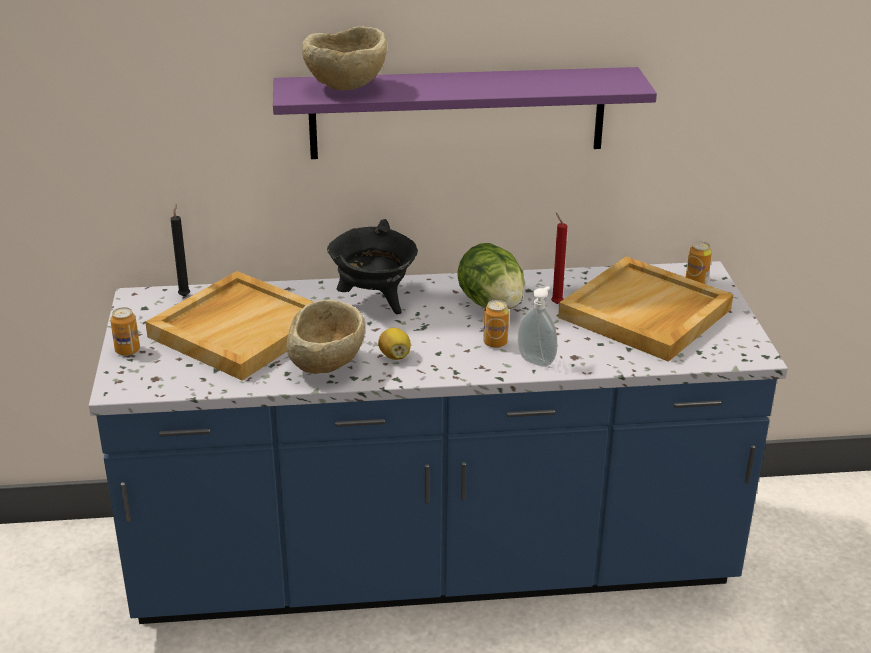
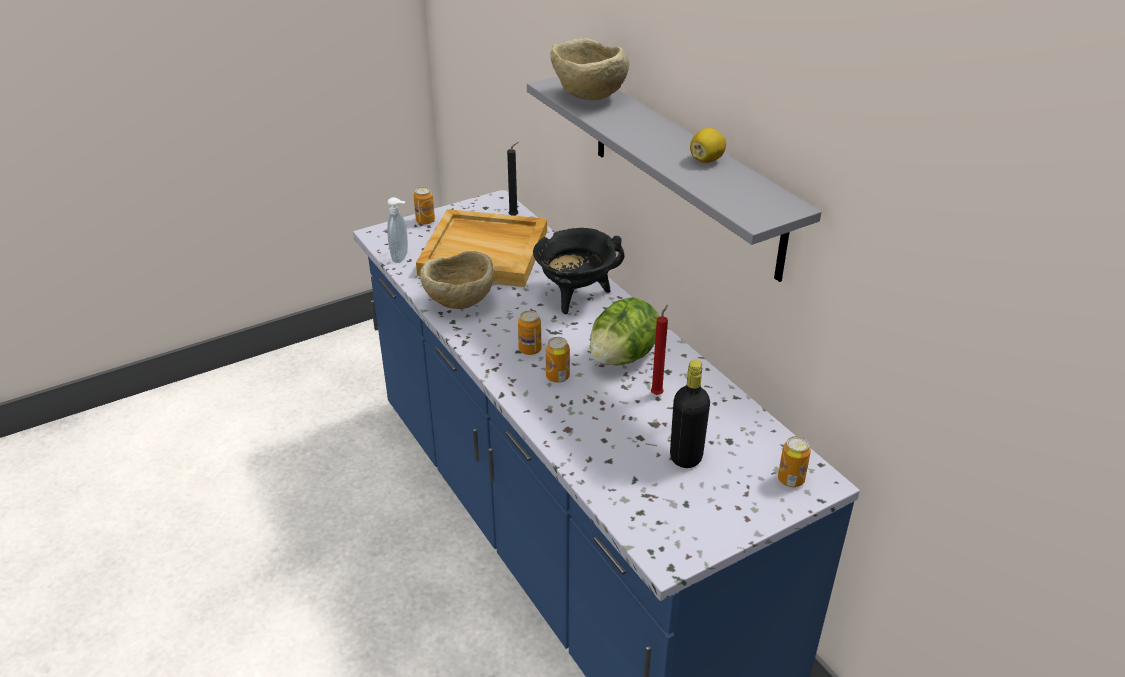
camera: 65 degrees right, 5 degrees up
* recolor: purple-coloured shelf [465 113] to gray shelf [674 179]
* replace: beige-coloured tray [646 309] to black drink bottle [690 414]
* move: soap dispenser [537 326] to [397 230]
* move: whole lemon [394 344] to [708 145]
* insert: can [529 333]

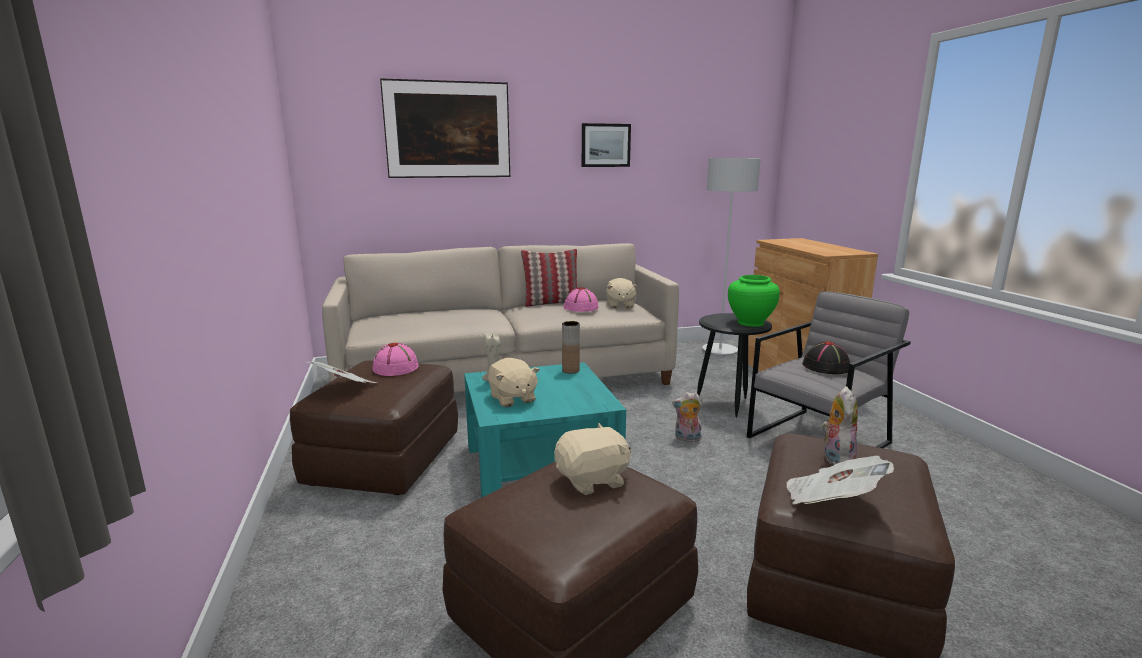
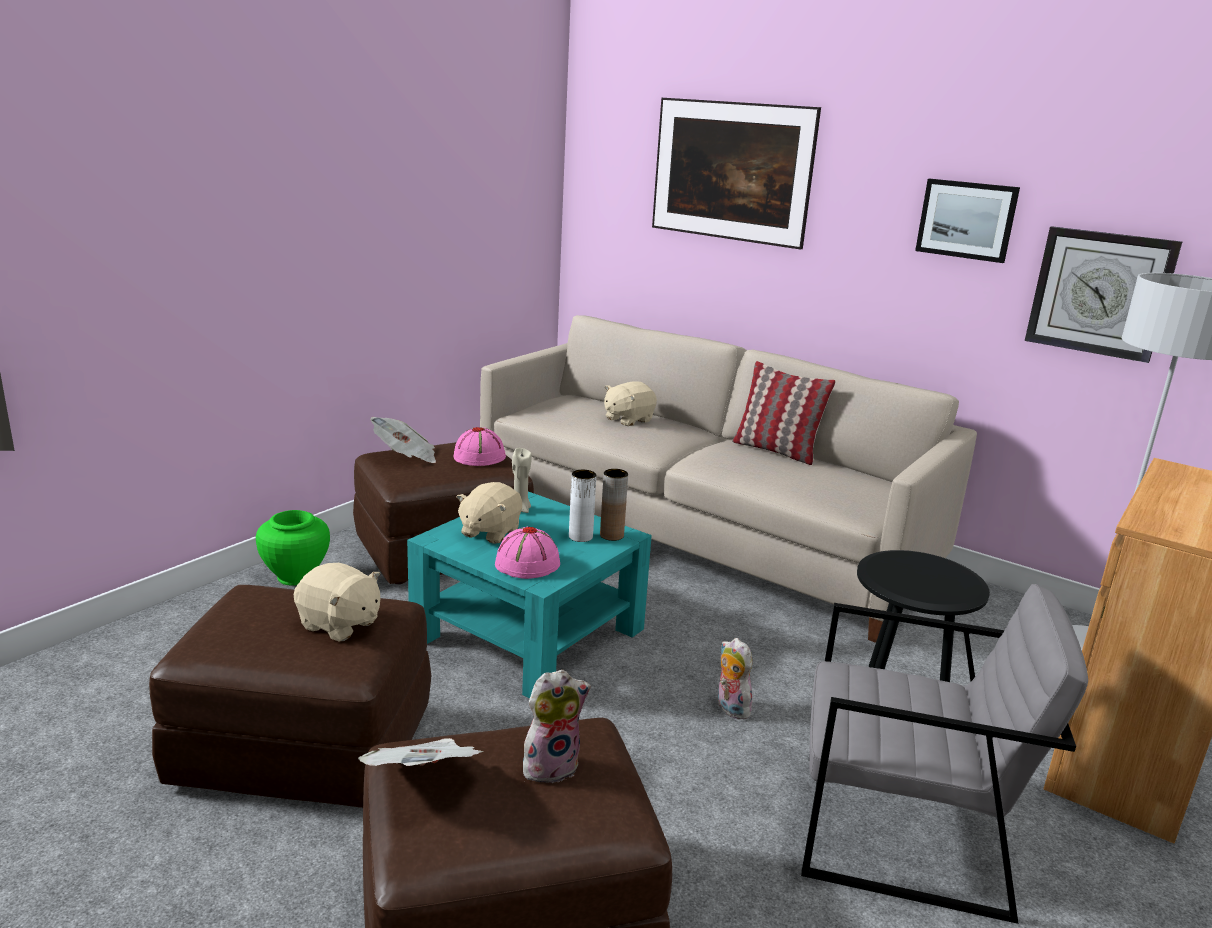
camera: 50 degrees right, 5 degrees up
* move: green-coloured vase [754 301] to [293 548]
* move: beige-coloured cuddly toy [622 293] to [630 403]
* move: pink hat [581 299] to [527 553]
* delete: black hat [826 358]
* insert: wall clock [1103 294]
* insert: whitish vase [582 506]

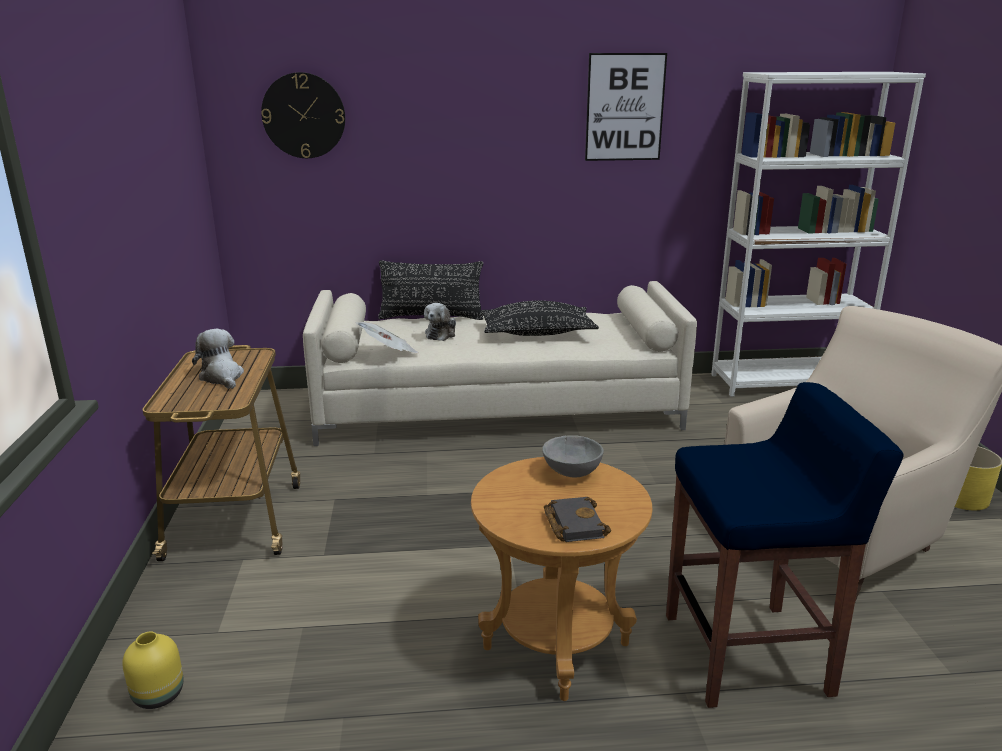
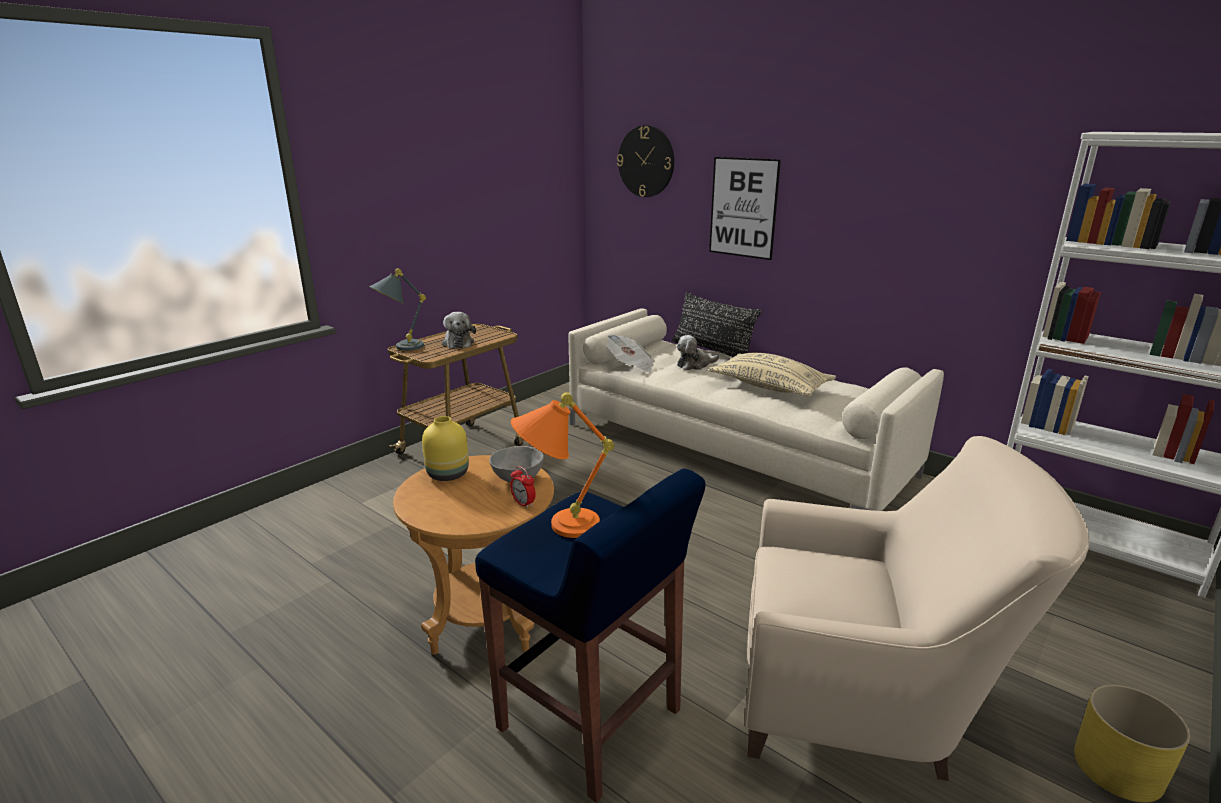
camera: 45 degrees right, 0 degrees up
* move: wall picture [626 107] to [745 208]
* recolor: black throw pillow [540 318] to beige-coloured throw pillow [772 375]
* rotate: cuddly toy [218 359] = [459 330] 150 degrees clockwise
* delete: black book [577 519]
* move: yellowish vase [153 670] to [445 448]
* insert: gray lamp for a table [397 309]
* insert: orangey lamp for a table [562 465]
* insert: bedside clock [523 487]

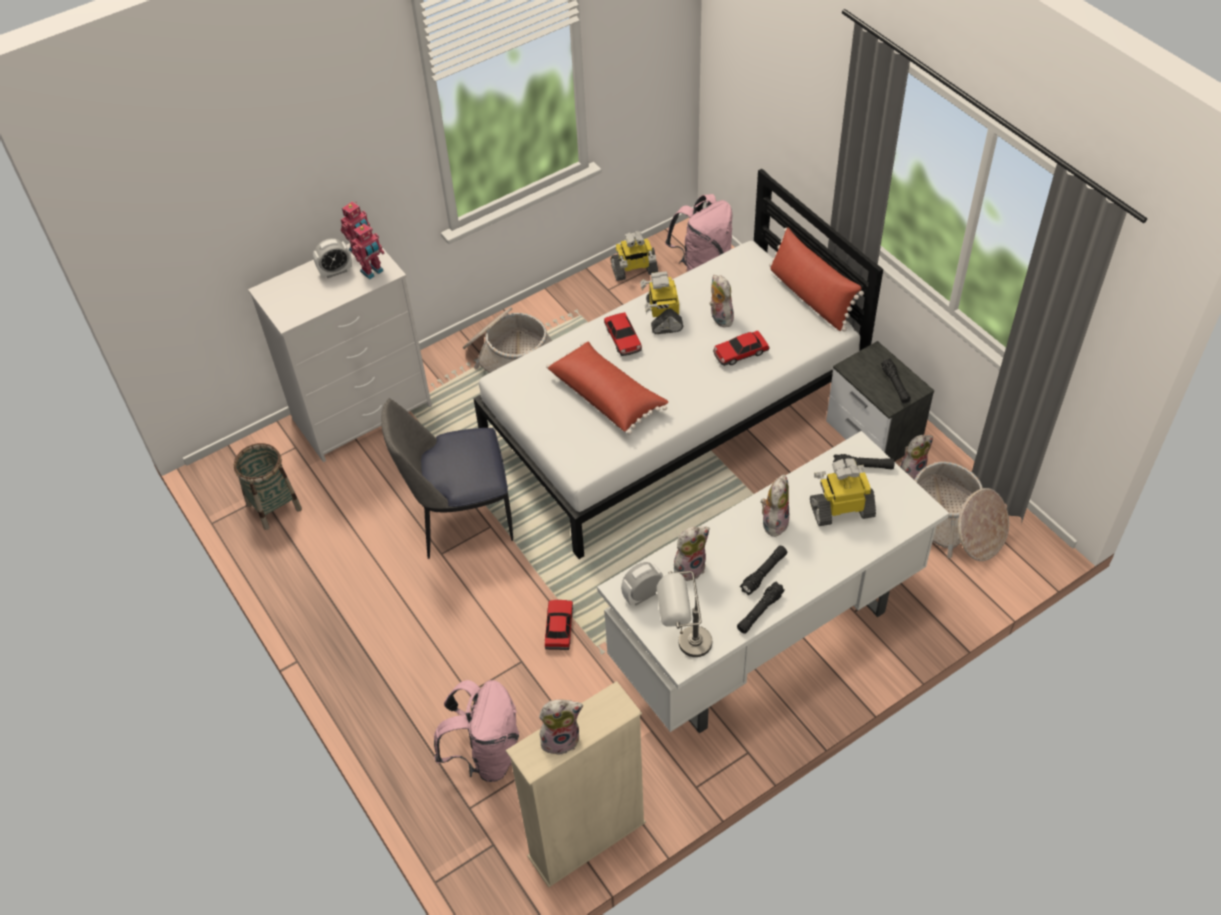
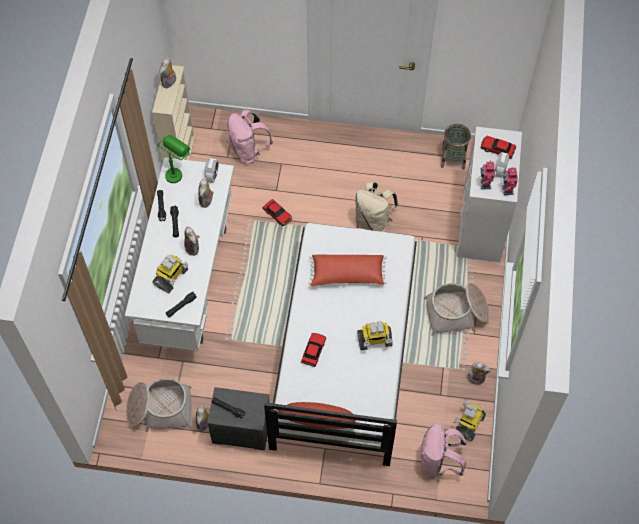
camera: 130 degrees right, 10 degrees up
* rotate: toy robot [661 302] = [375 336] 135 degrees clockwise
* move: cuddly toy [721 301] to [479 374]
* move: miniature car [623 334] to [498 147]
* replace: chair [447 479] to beige-coloured rucksack [376 207]
* recolor: gray lamp for a table [684 614] to green-coloured lamp for a table [174 159]

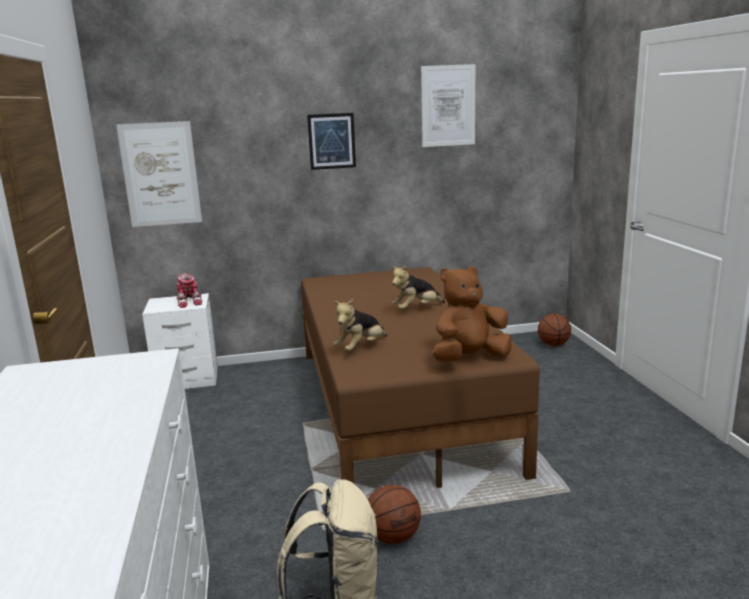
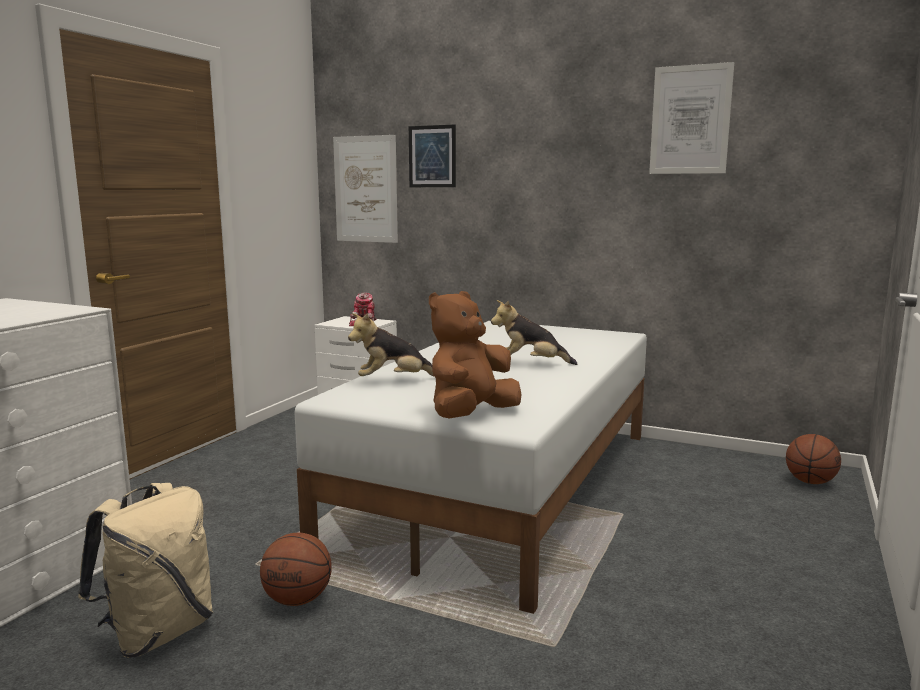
camera: 35 degrees right, 5 degrees down
* move: wall picture [331 141] to [432 156]
* rotate: brown cuddly toy [472 314] = [475 355] 60 degrees counterclockwise
* recolor: brown bed [420 377] to whitish bed [471 467]

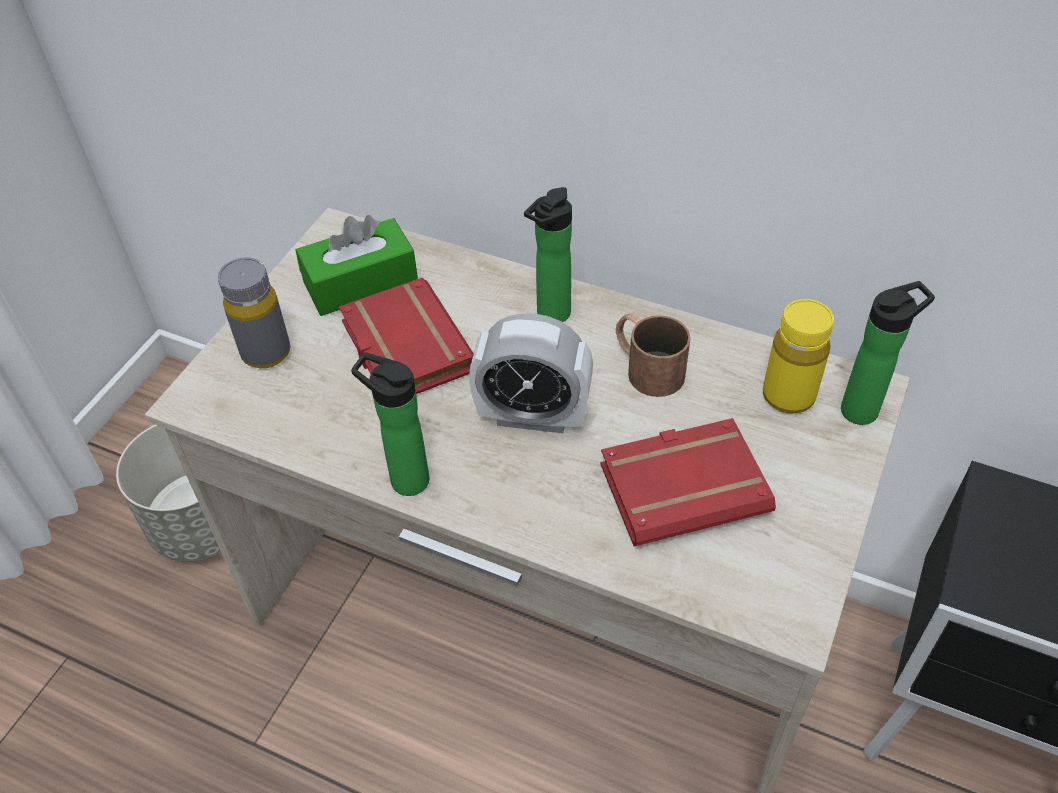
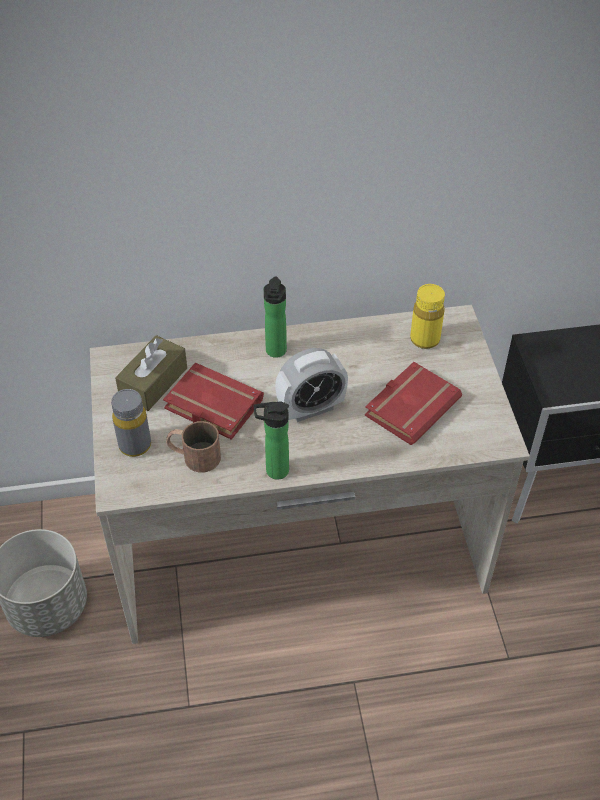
camera: 35 degrees left, 0 degrees up
* recolor: green-coloured tissue box [356 265] to brown tissue box [151 373]
* delete: drink bottle [888 353]
* move: brown mug [653 355] to [193 447]

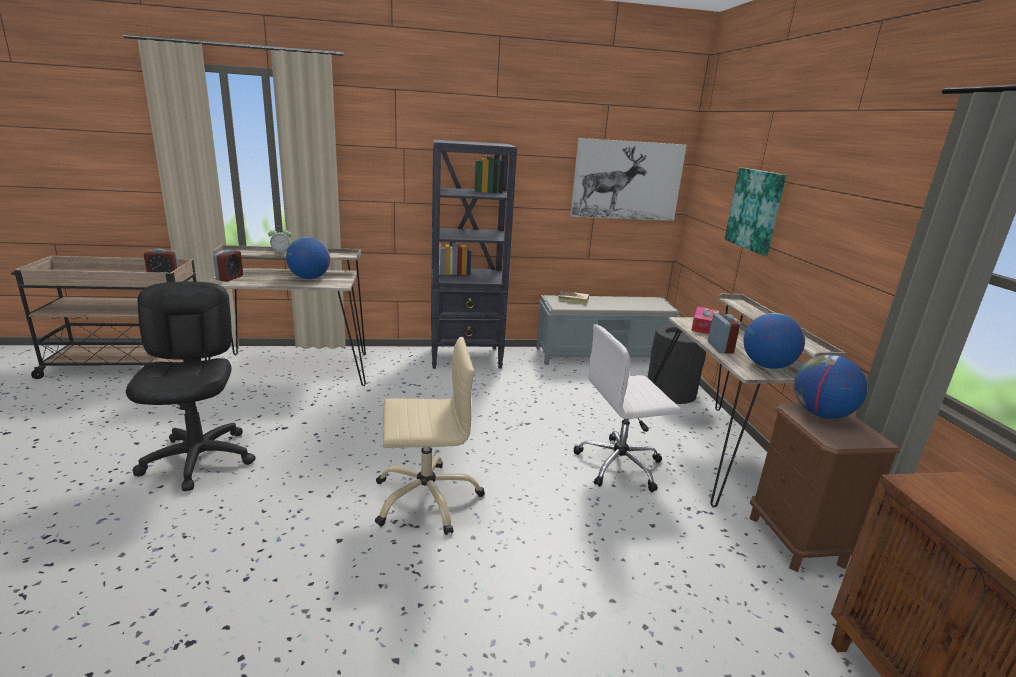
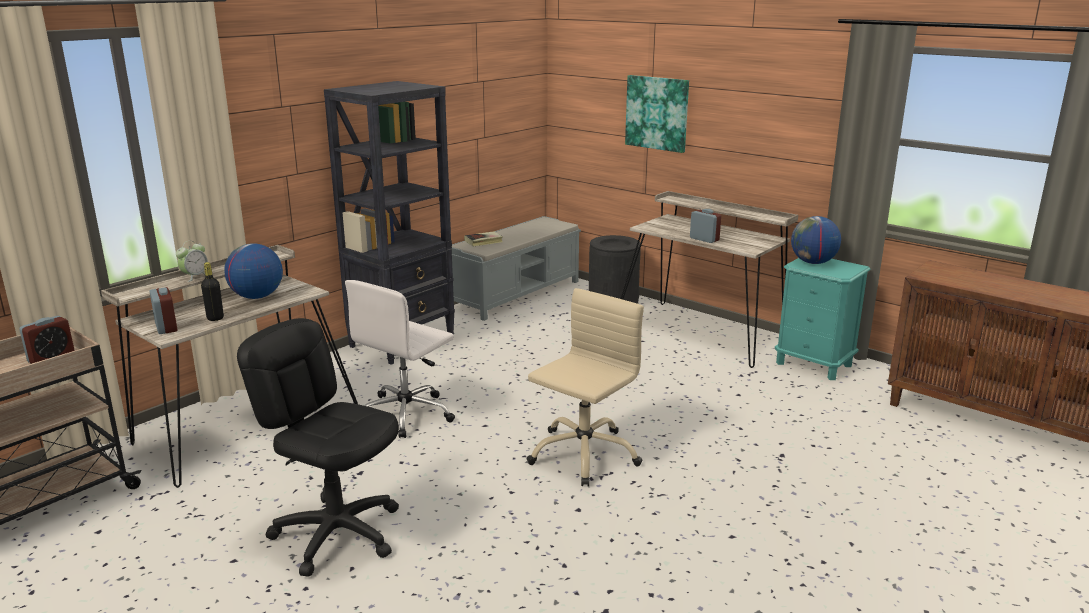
camera: 40 degrees left, 0 degrees up
* delete: wall picture [628 179]
* delete: tissue box [705 320]
* delete: world globe [774 341]
* move: whitish computer chair [627 408] to [400 359]
* recolor: brown bedside table [825 487] to turquoise bedside table [822 319]
* insert: black drink bottle [212 291]

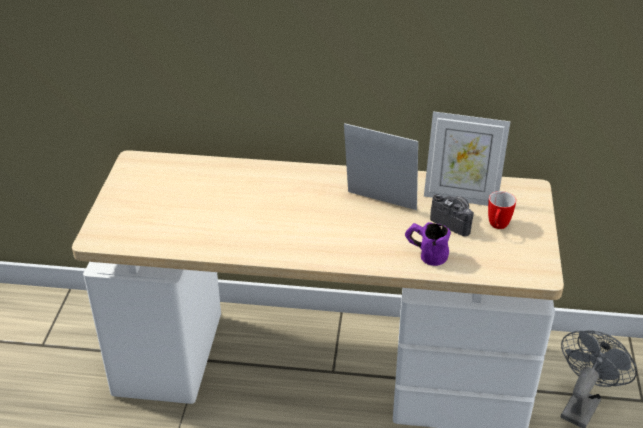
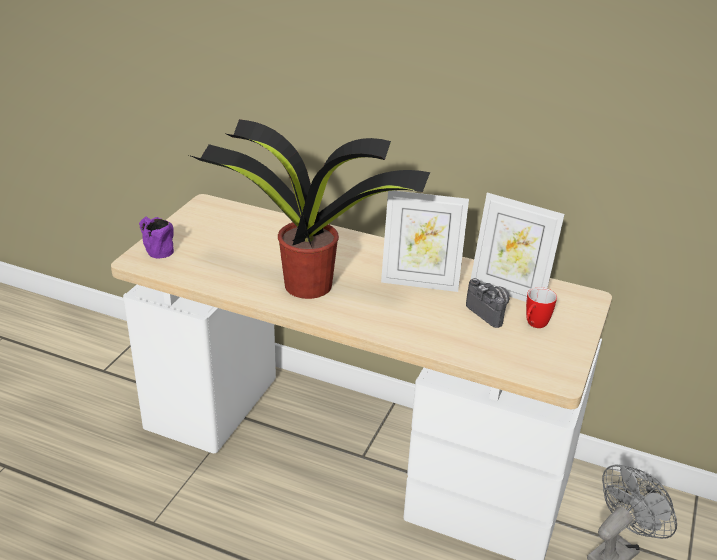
camera: 15 degrees right, 5 degrees down
* rotate: standing frame [381 166] = [425 241] 150 degrees clockwise
* move: purple-coloured mug [428 244] to [156 237]
* insert: houseplant [309 209]

